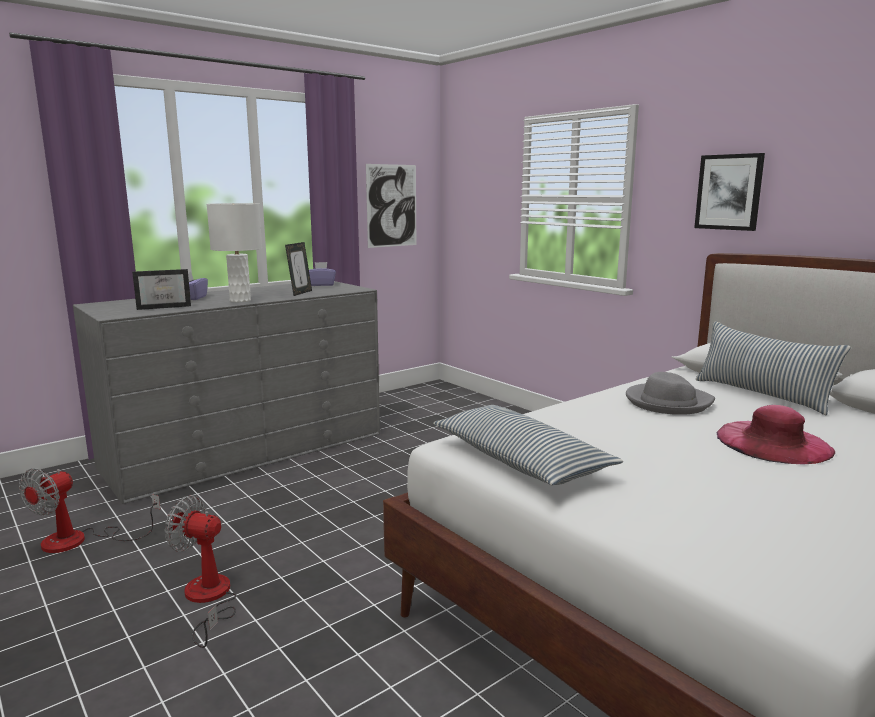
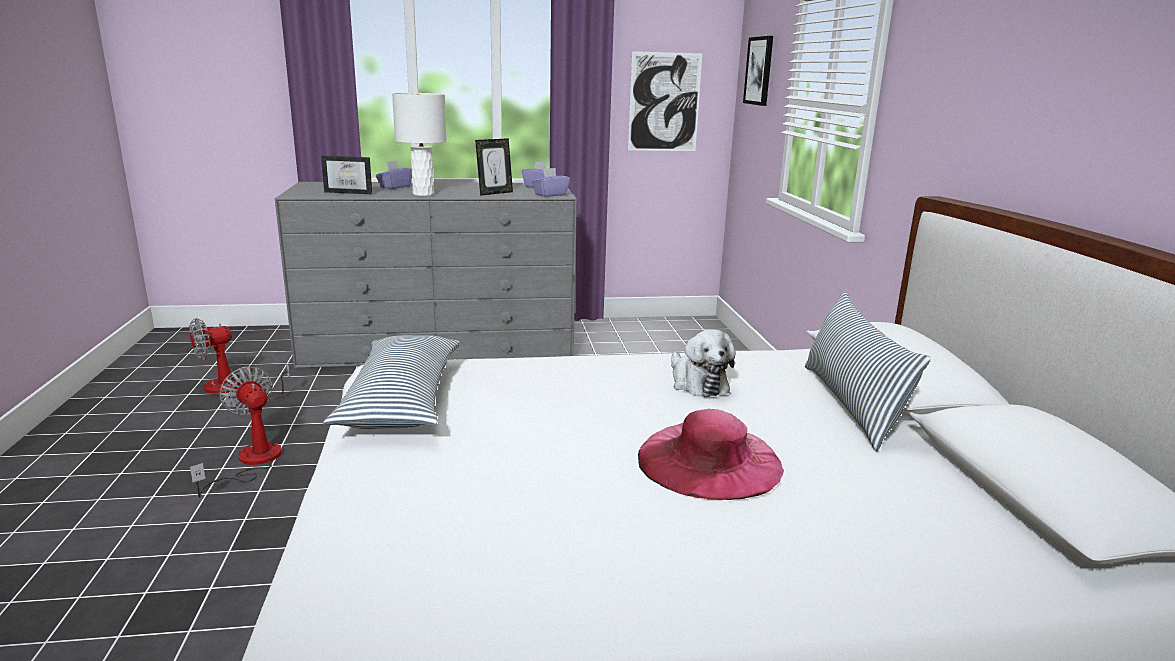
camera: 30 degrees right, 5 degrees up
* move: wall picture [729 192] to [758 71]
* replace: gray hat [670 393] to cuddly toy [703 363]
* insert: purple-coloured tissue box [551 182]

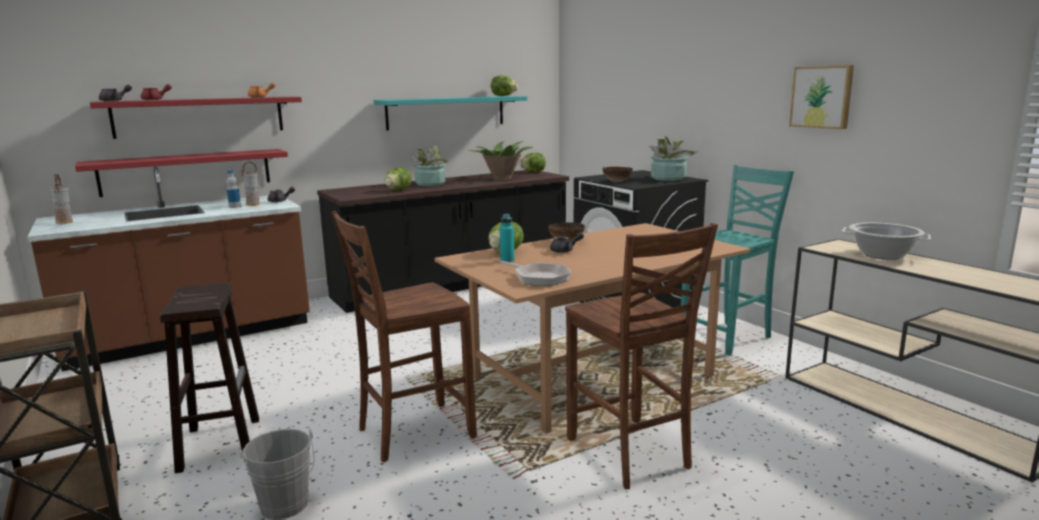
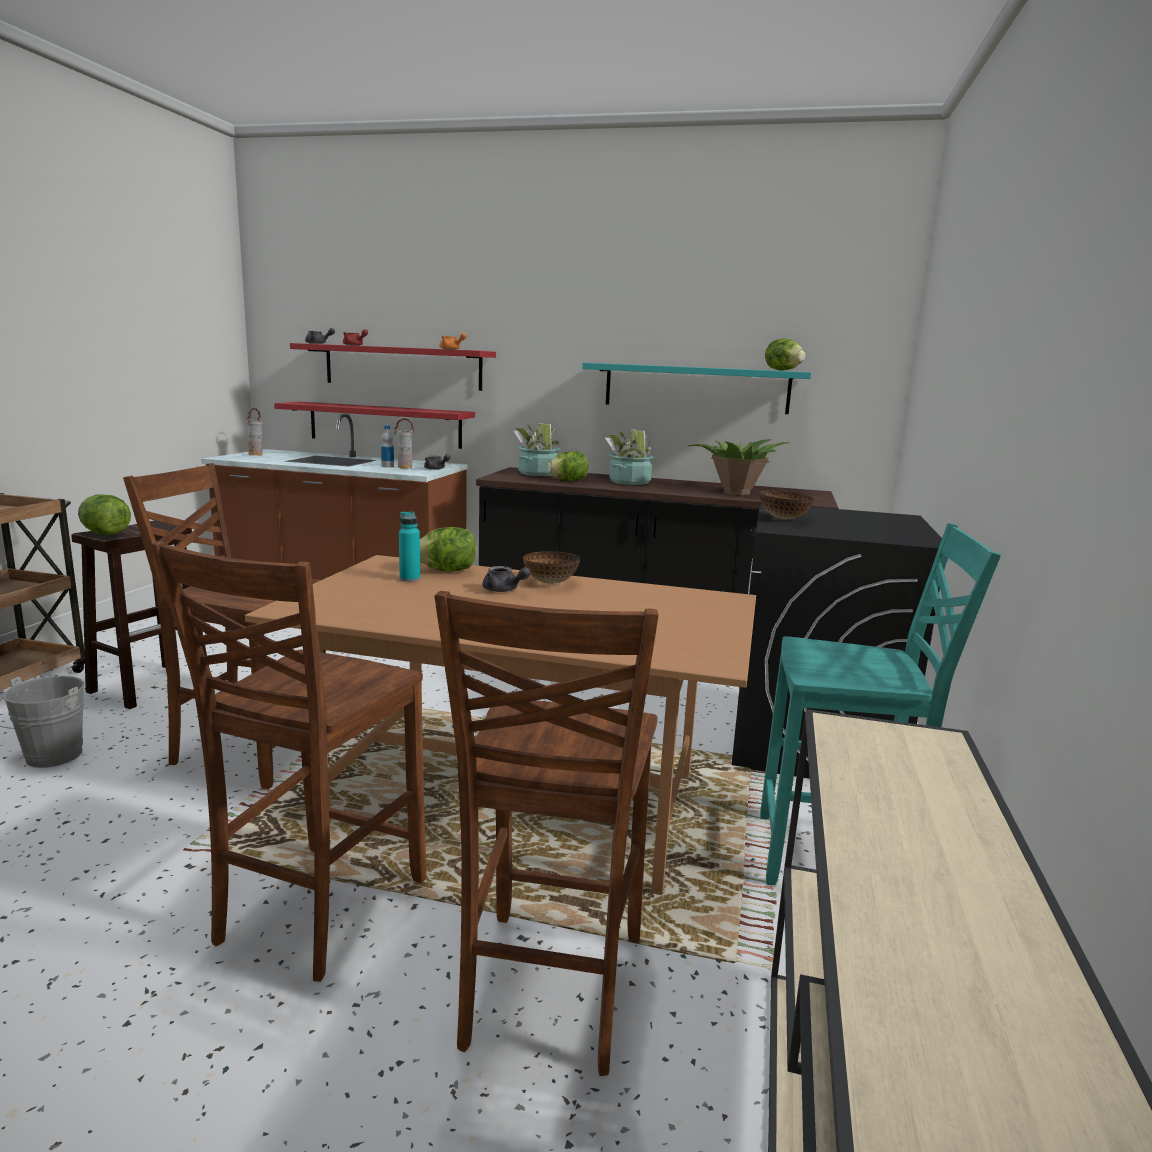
camera: 45 degrees right, 0 degrees up
* delete: wall picture [821 97]
* move: houseplant [674 158] to [537 449]
* move: head of lettuce [532 162] to [104 514]
* delete: cooking pot [886 241]
* delete: frying pan [535 273]
* insert: brown chair [546 833]

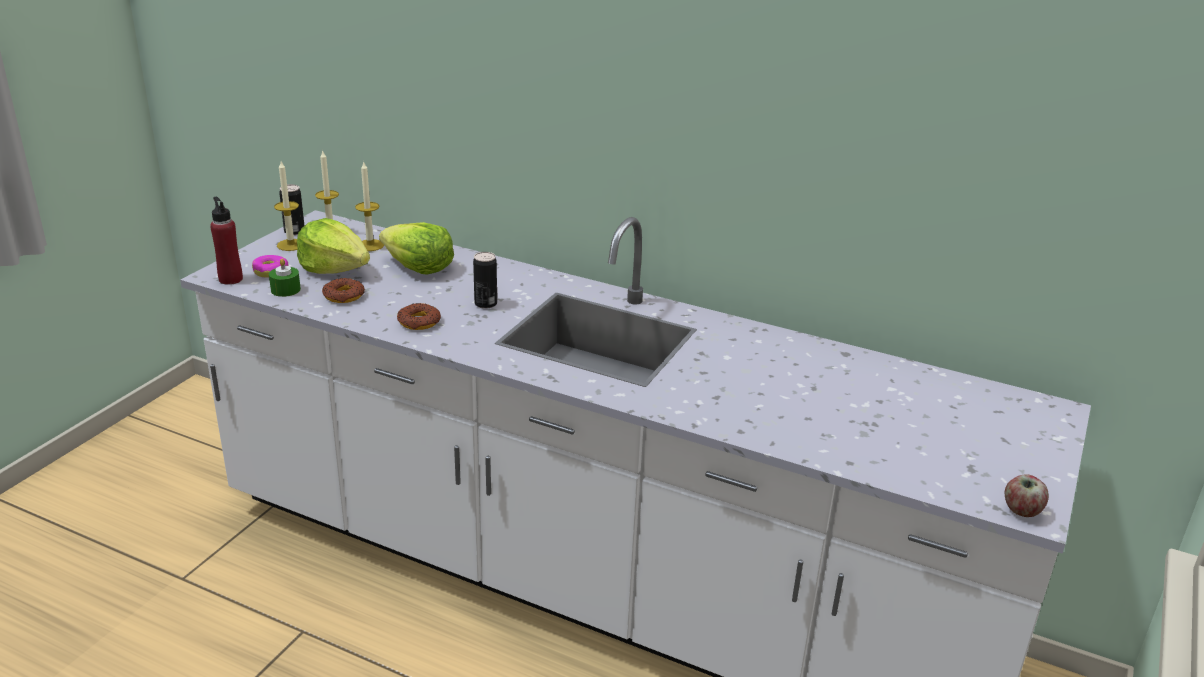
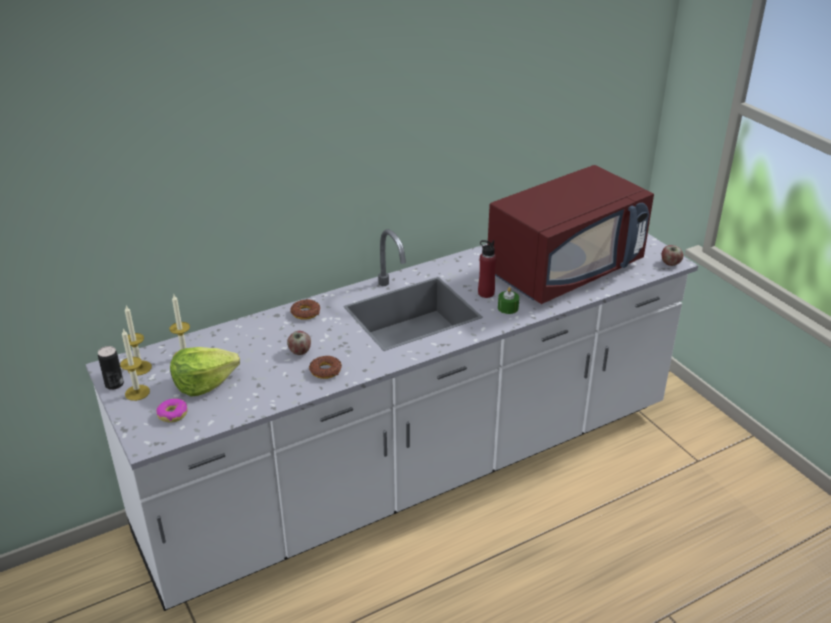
camera: 55 degrees left, 5 degrees up
* move: red-coloured drink bottle [226 241] to [487 269]
* delete: head of lettuce [416 248]
* delete: can [485 280]
* move: green-coloured wax light [285 278] to [508 300]
* move: ring doughnut [343 290] to [305 309]
* insert: red-coloured microwave [571 234]
* insert: apple fruit [299 343]

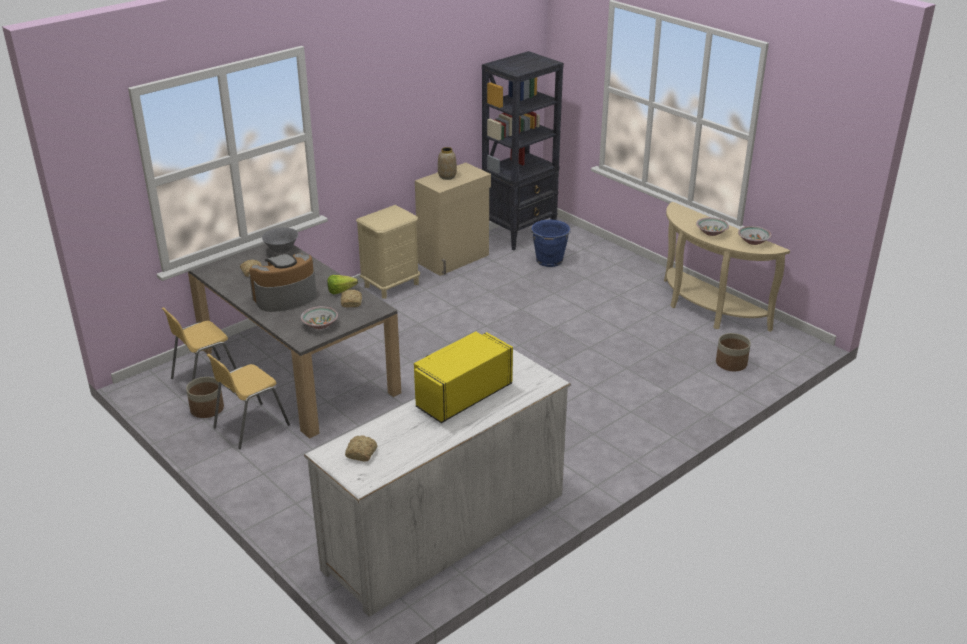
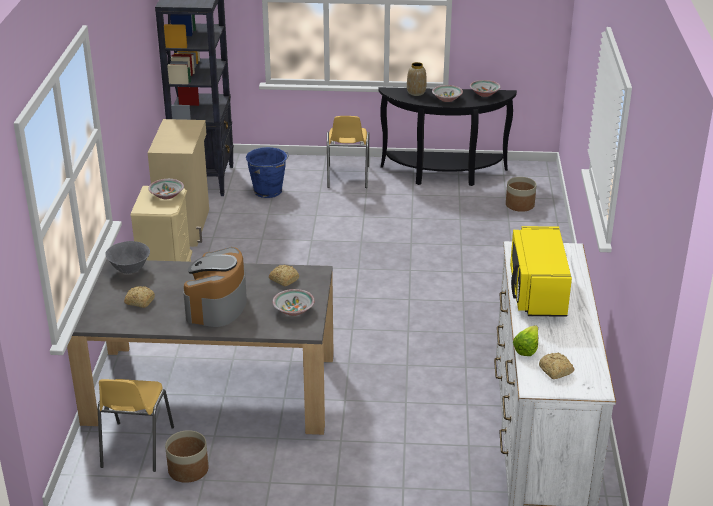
camera: 45 degrees left, 0 degrees up
* move: vase [447 163] to [417 79]
* recolor: beige-coloured console table [727 267] to black console table [447 136]
* move: head of lettuce [342 284] to [525 340]
* move: yellowish chair [248 401] to [348 152]
* insert: bowl [166 189]

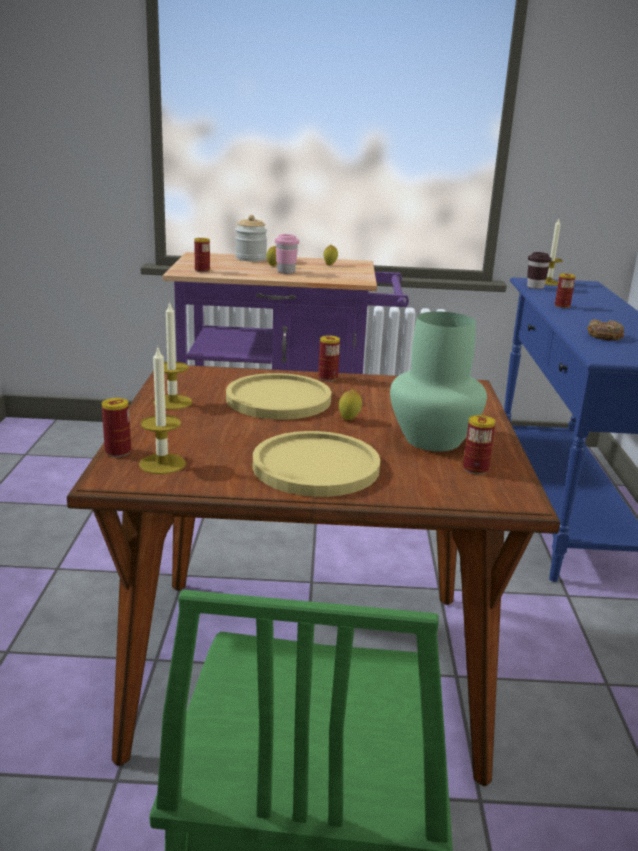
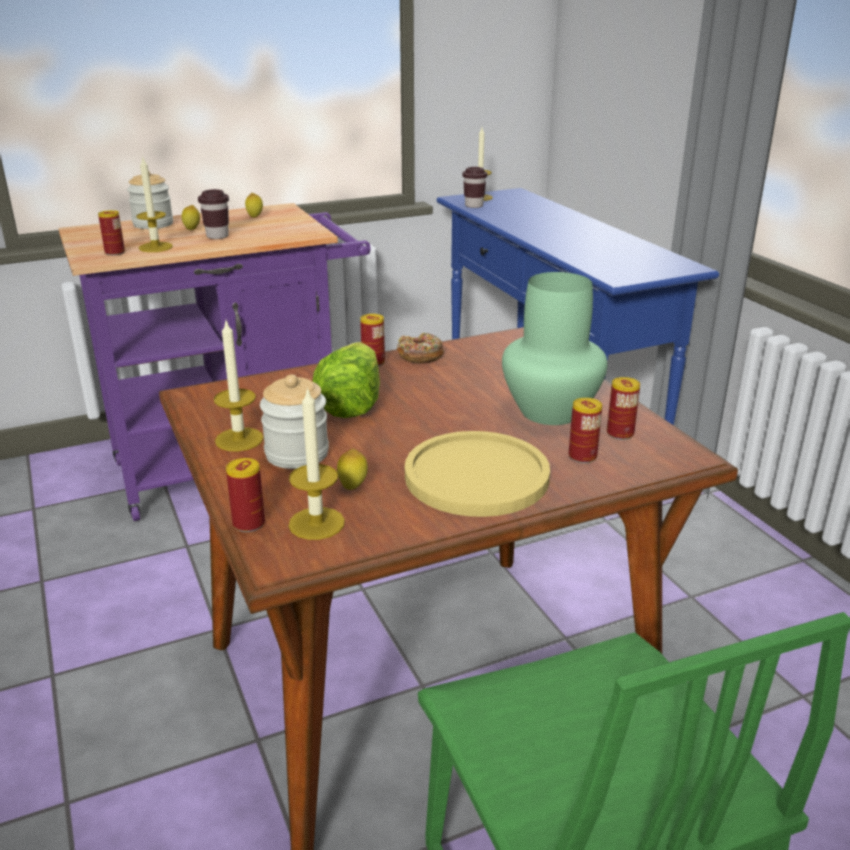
camera: 25 degrees left, 5 degrees up
* recolor: pink cup [287 254] to brown cup [213 214]
* move: can [565 290] to [585 430]
* move: ring doughnut [605 330] to [420 348]
* replace: yellowish dinner plate [278 396] to head of lettuce [346 380]
* move: whole lemon [350 404] to [352 469]
* insert: wax light [154 204]
* insert: preserve jar [294 421]

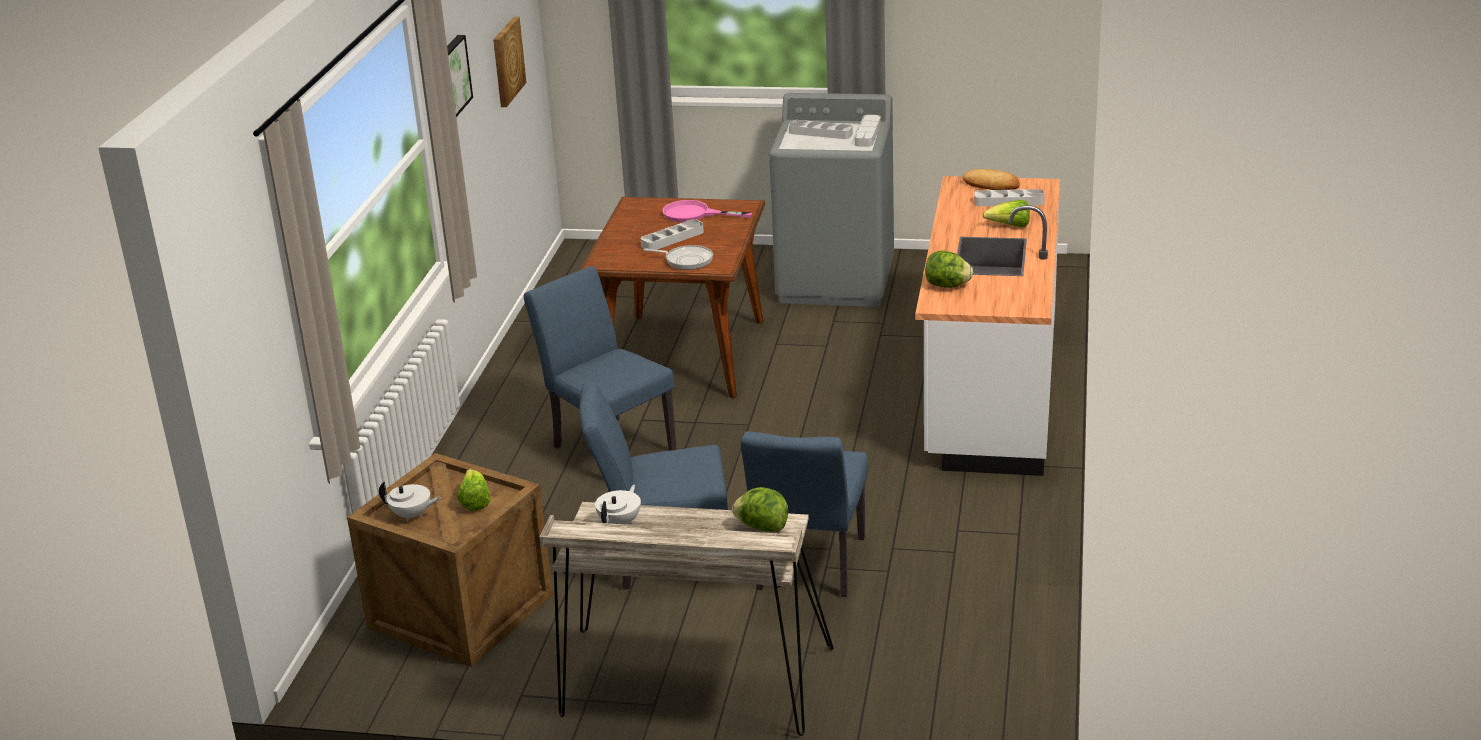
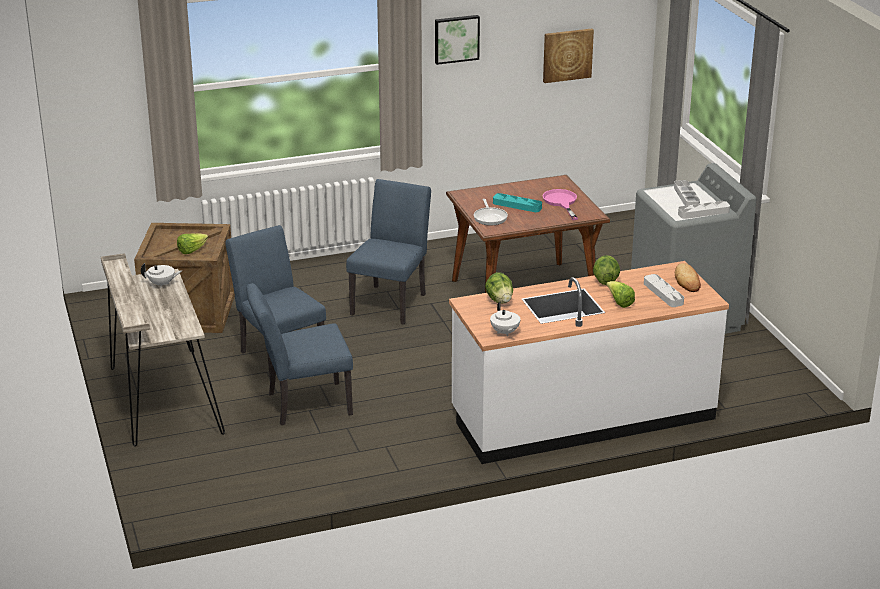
camera: 60 degrees right, 0 degrees up
* recolor: gray tray [672 234] to turquoise tray [517 202]
* move: whitish tea pot [410 501] to [505 319]
* move: head of lettuce [760 509] to [606 270]

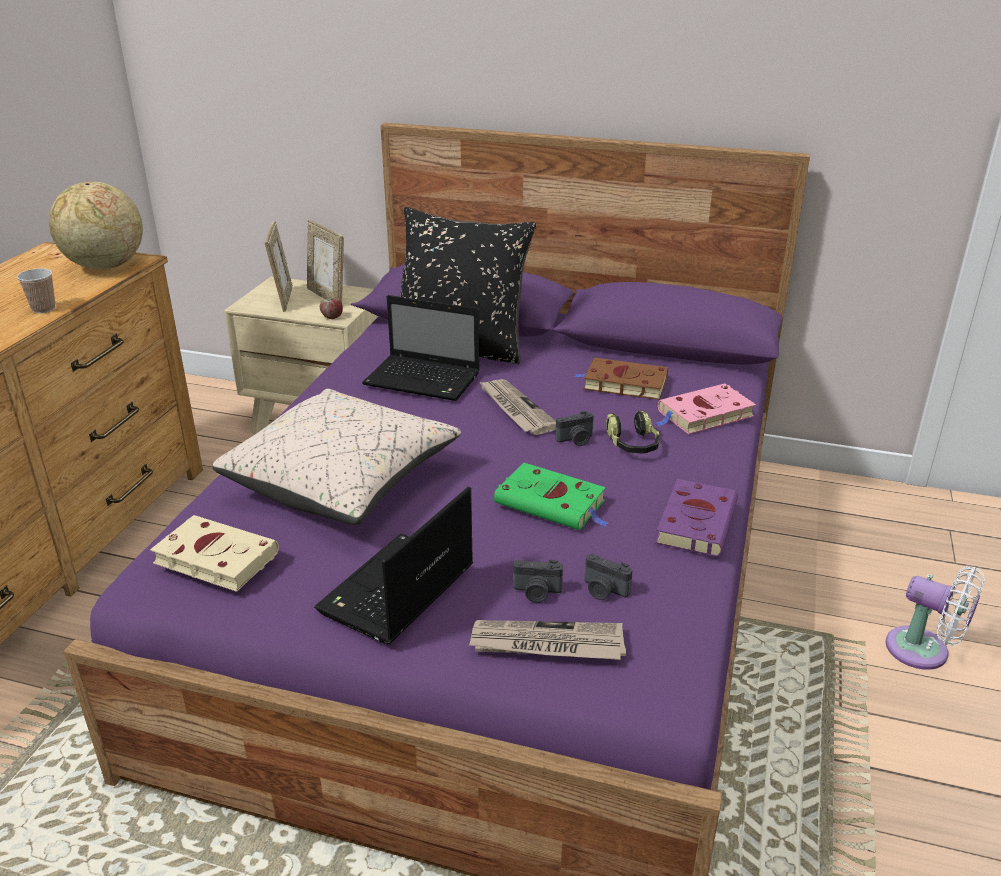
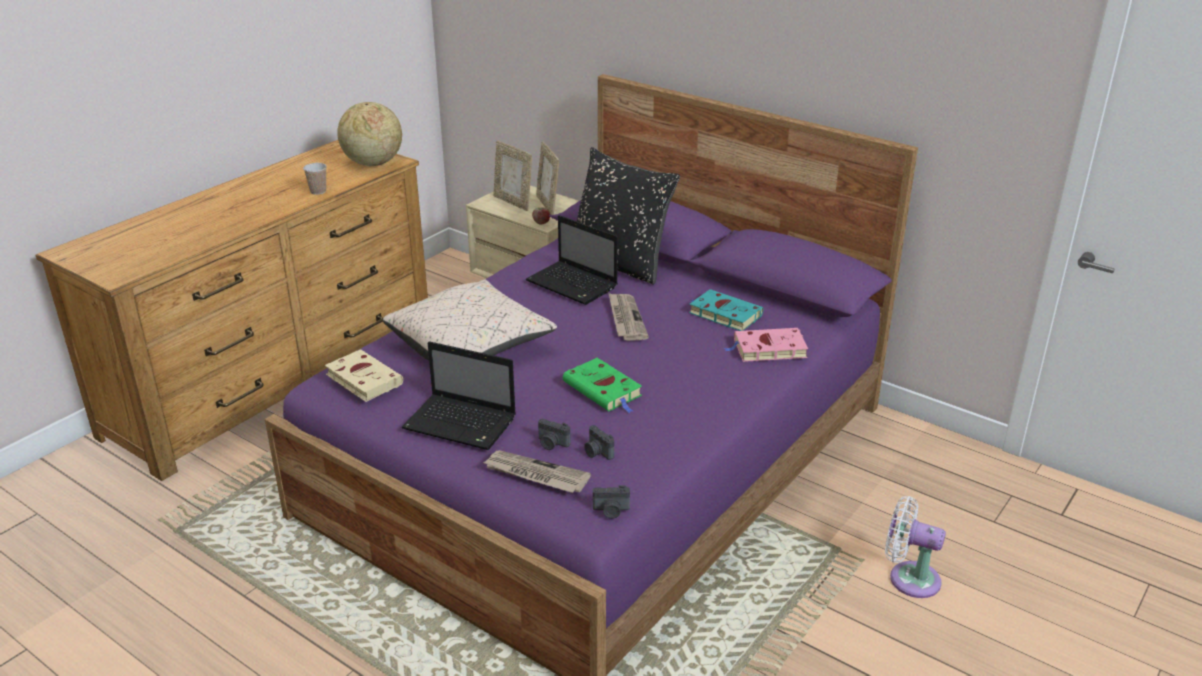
camera: 20 degrees right, 0 degrees up
* rotate: standing frame [278 266] = [512 176] 120 degrees clockwise
* recolor: brown book [621 379] to turquoise book [726 310]
* move: photo camera [574 428] to [611 502]
* delete: pair of headphones [633 432]
* delete: purple-coloured book [696 518]
* rotate: notebook computer [393 565] = [459 395] 120 degrees counterclockwise
* rotate: whitish fan [935 618] = [915 547] 150 degrees clockwise

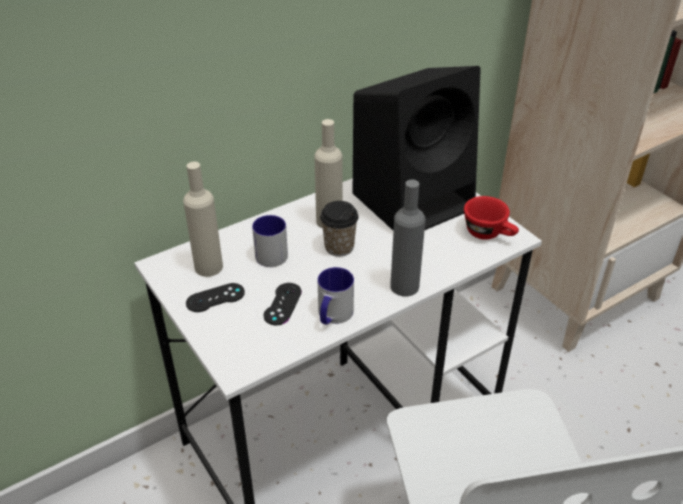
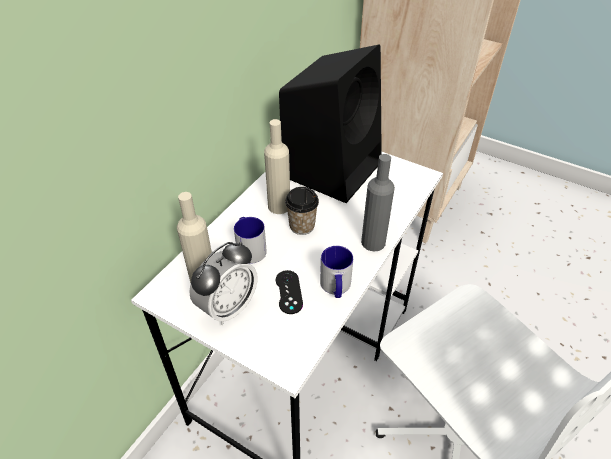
camera: 25 degrees left, 5 degrees up
* delete: red-coloured cup [491 218]
* replace: black joypad [215 297] to bedside clock [223 283]

